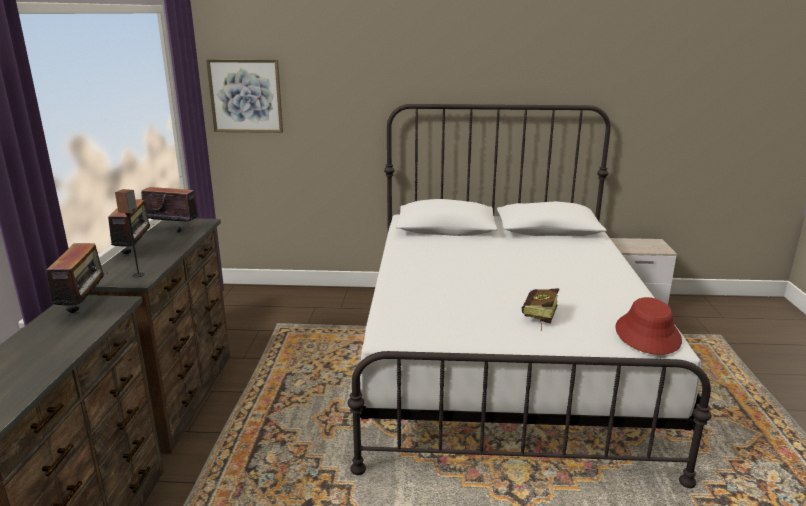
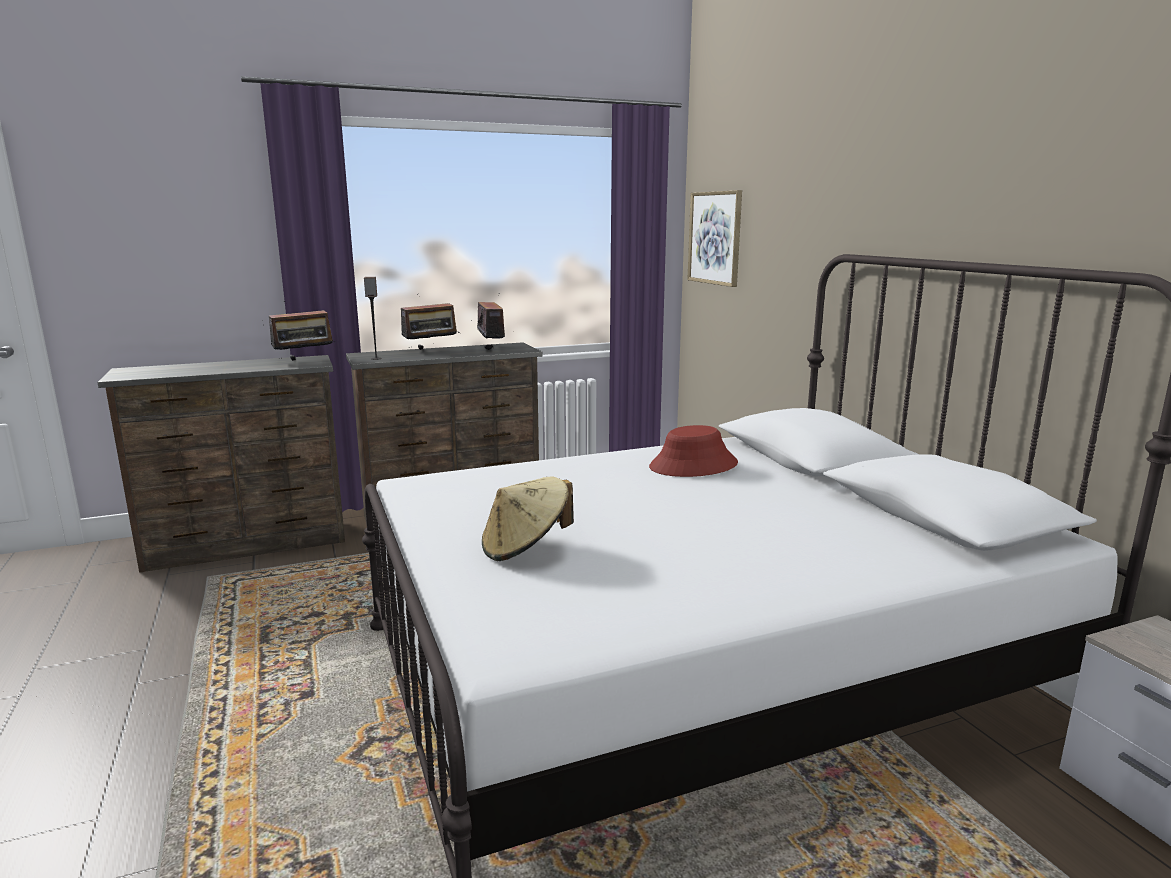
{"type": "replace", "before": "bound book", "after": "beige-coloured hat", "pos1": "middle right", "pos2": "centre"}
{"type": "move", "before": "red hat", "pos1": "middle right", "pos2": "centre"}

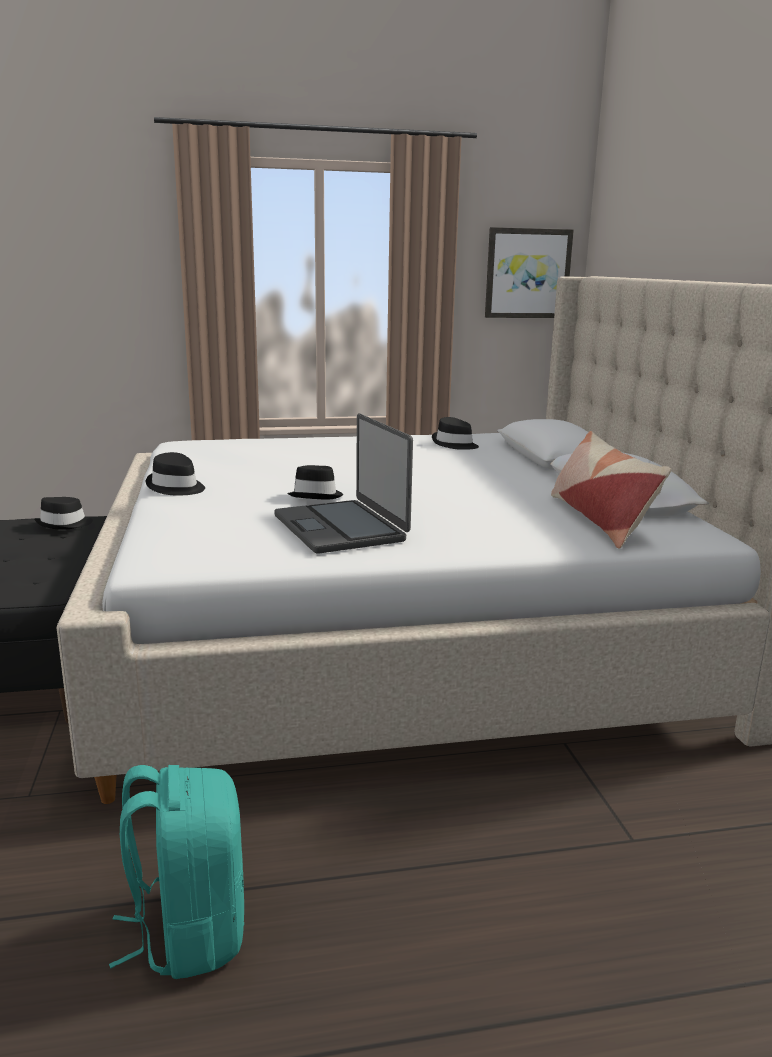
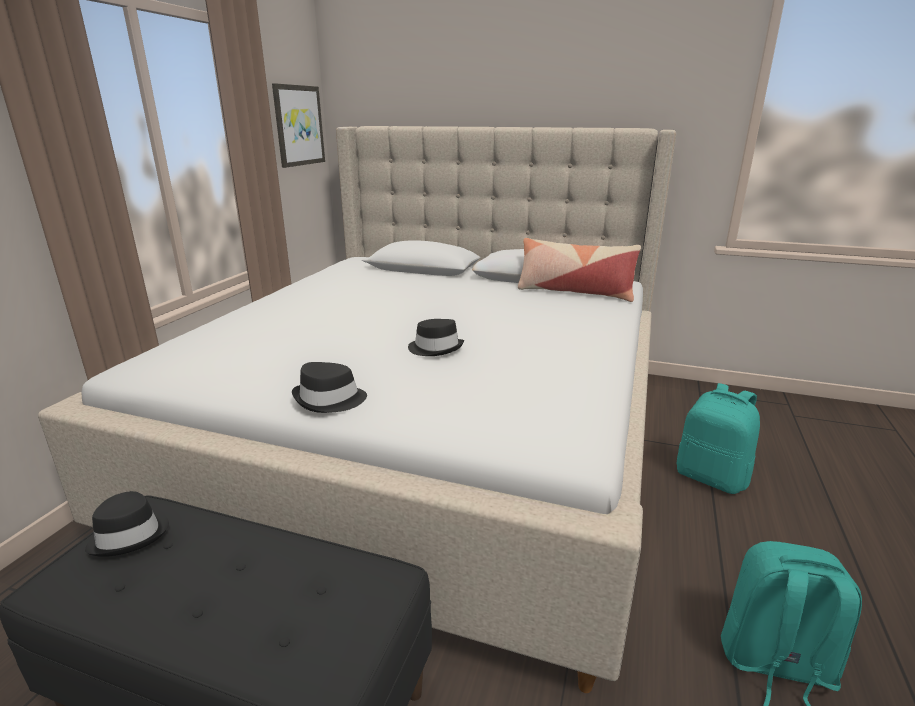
{"type": "delete", "before": "notebook computer", "pos1": "centre"}
{"type": "delete", "before": "black-coloured hat (4th from left)", "pos1": "centre"}
{"type": "insert", "after": "turquoise backpack (1st from left)", "pos2": "middle right"}

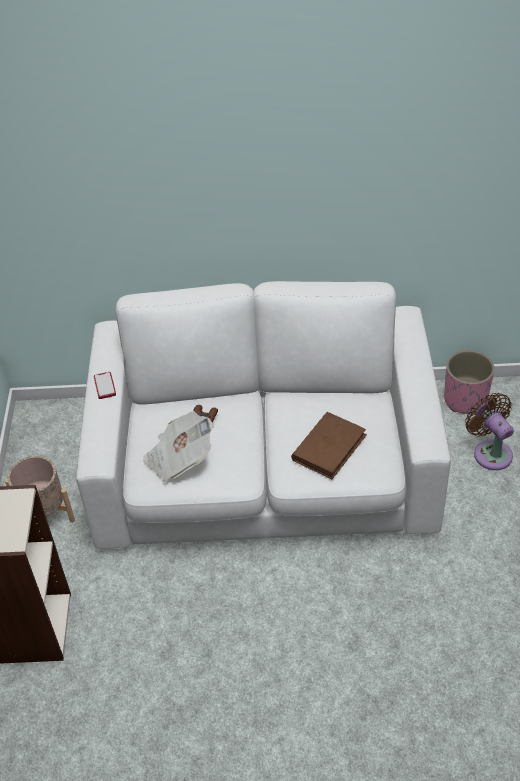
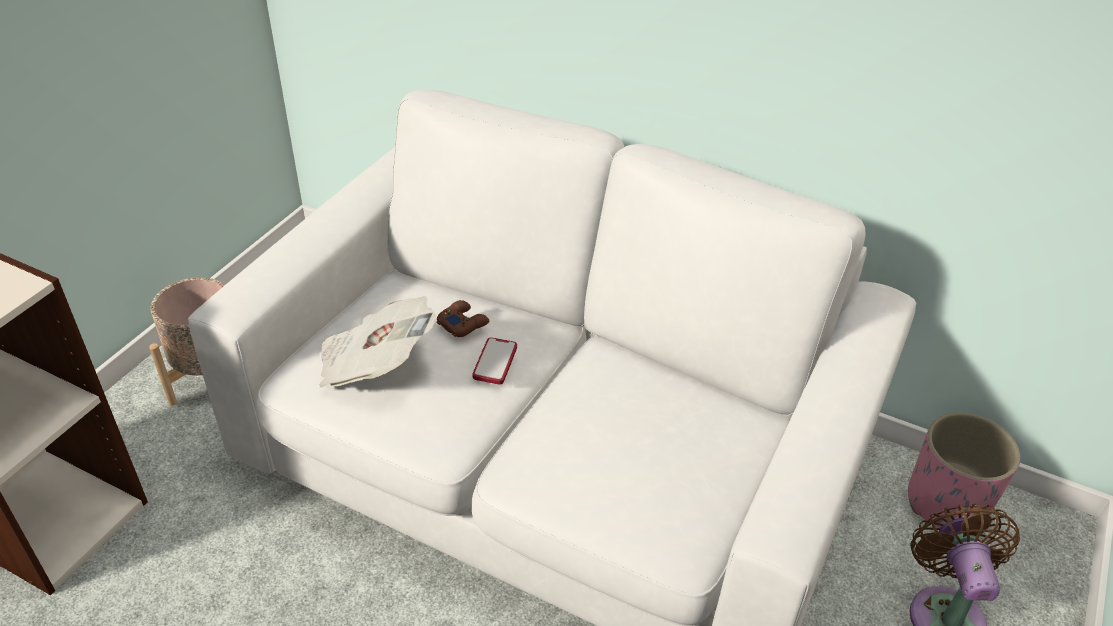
{"type": "move", "before": "handset", "pos1": "middle left", "pos2": "centre"}
{"type": "delete", "before": "brownish bound book", "pos1": "centre"}

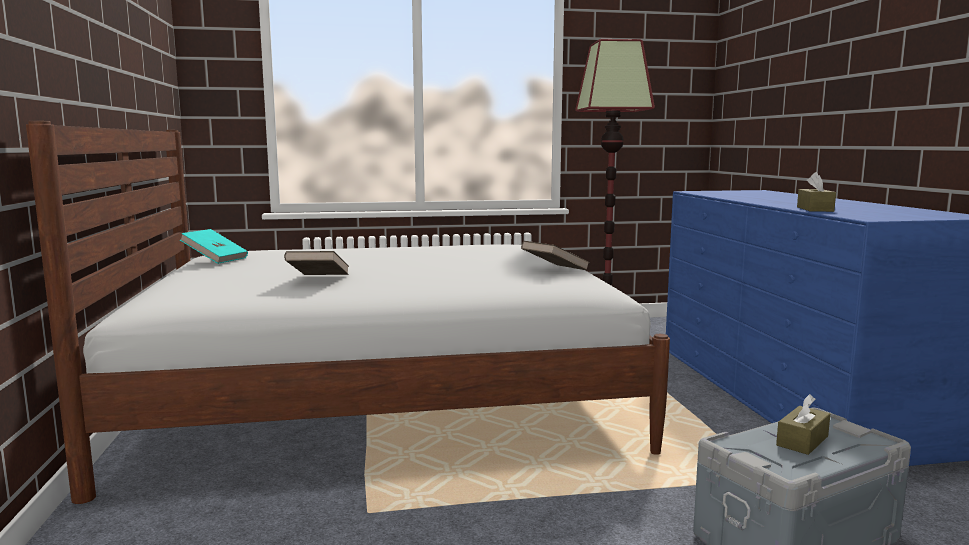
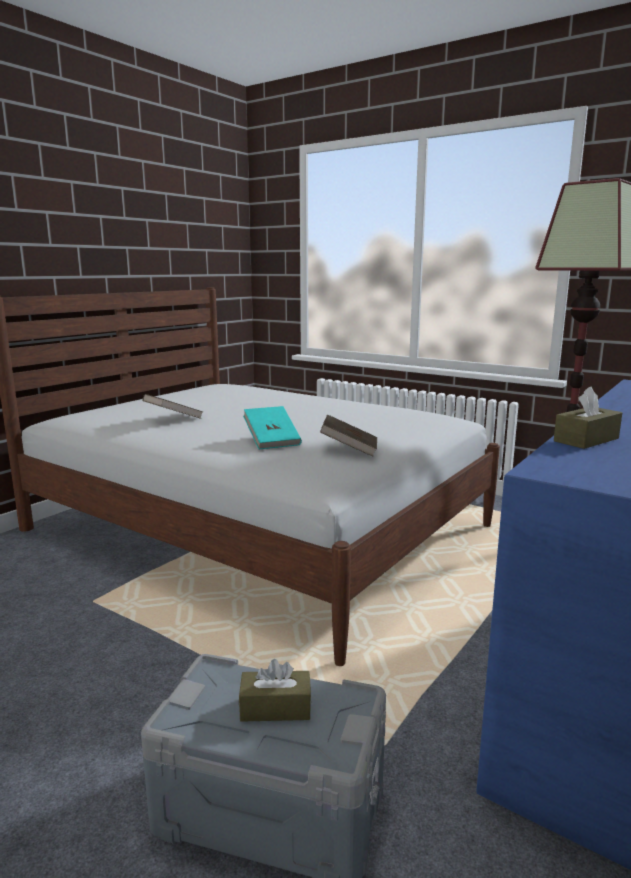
{"type": "move", "before": "turquoise bound book", "pos1": "middle left", "pos2": "centre"}

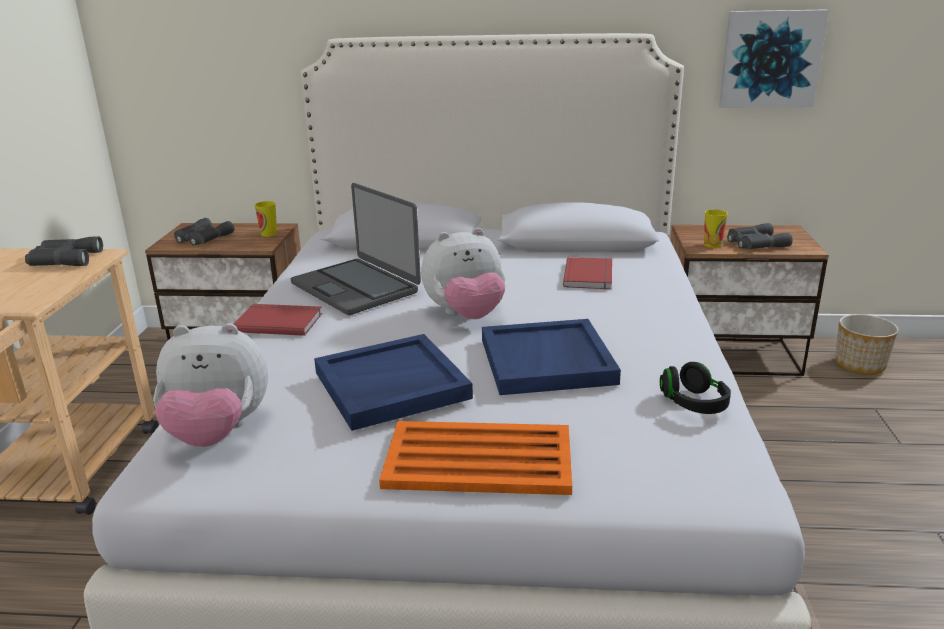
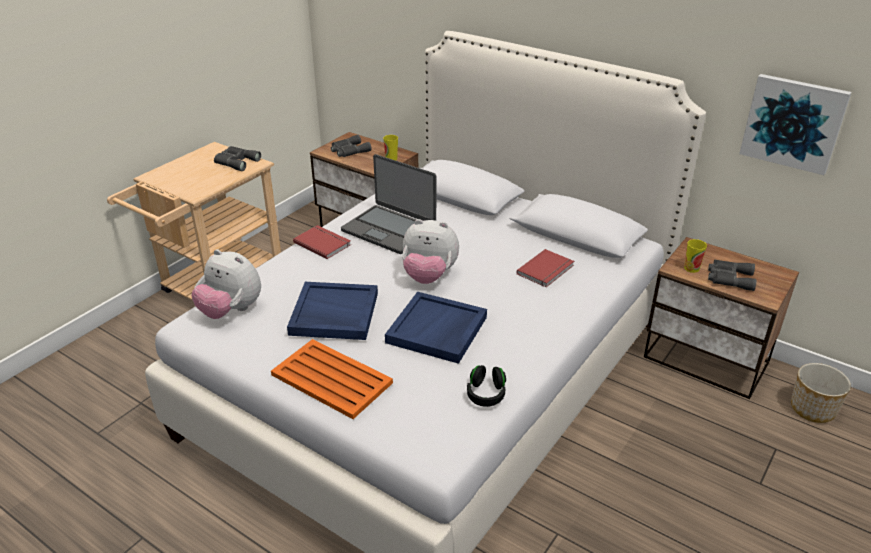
{"type": "rotate", "before": "notebook computer", "pos1": "centre", "pos2": "centre", "turn": -45}

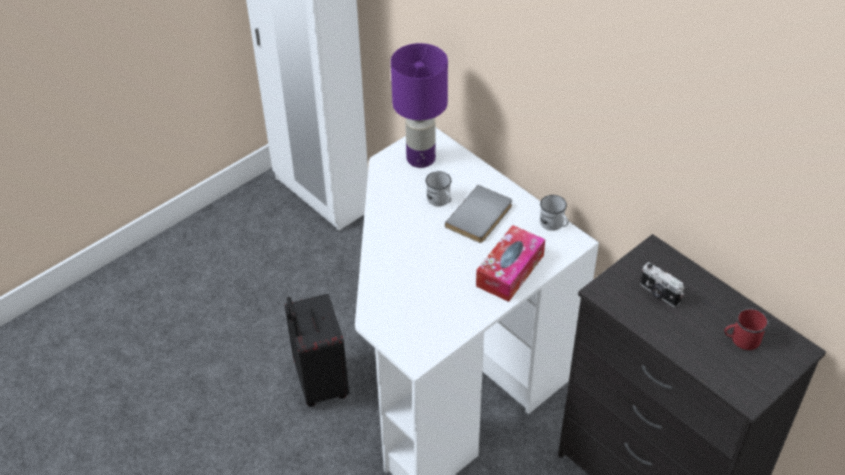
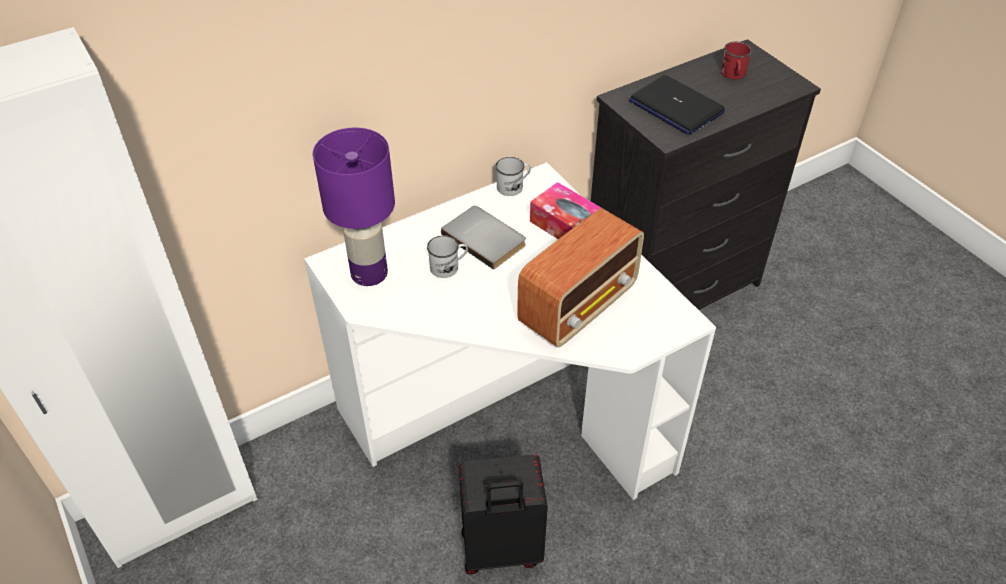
{"type": "replace", "before": "photo camera", "after": "notebook computer", "pos1": "middle right", "pos2": "top right"}
{"type": "insert", "after": "radio", "pos2": "centre"}

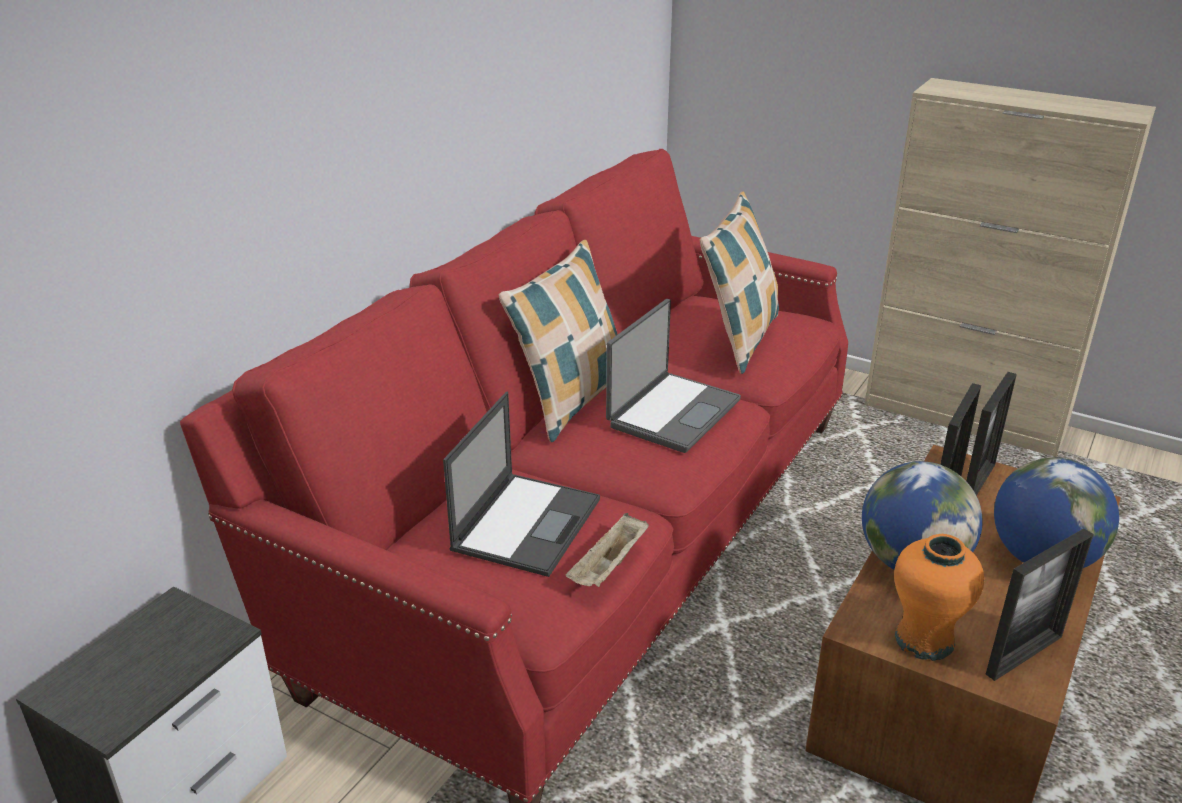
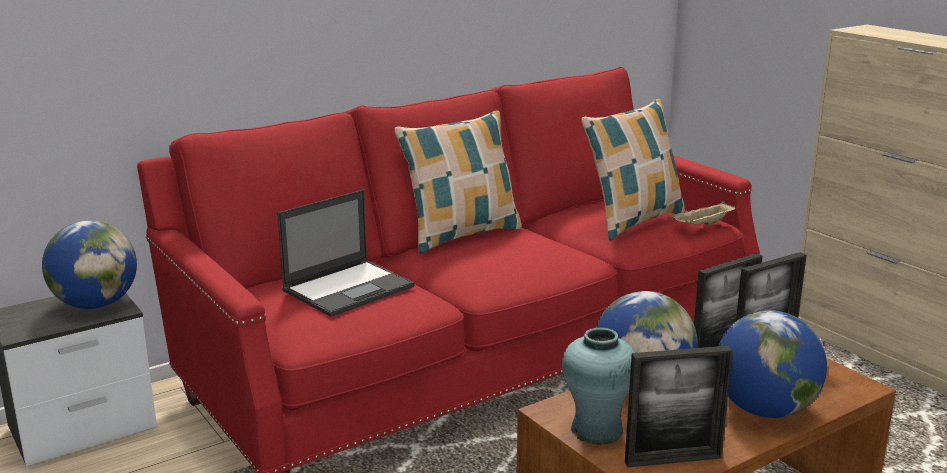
{"type": "delete", "before": "notebook computer (2nd from left)", "pos1": "centre"}
{"type": "move", "before": "beige-coloured tray", "pos1": "bottom centre", "pos2": "middle right"}
{"type": "recolor", "before": "orangey decorative vase", "after": "turquoise decorative vase", "pos1": "bottom right", "pos2": "bottom centre"}
{"type": "insert", "after": "world globe (1st from left)", "pos2": "middle left"}

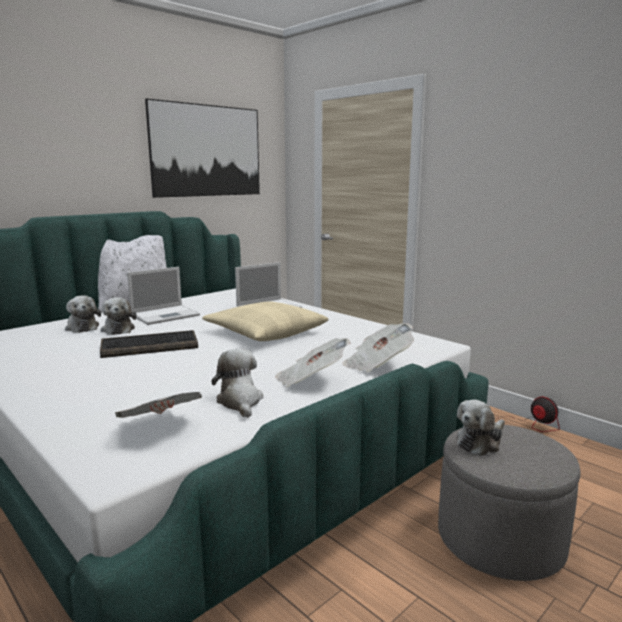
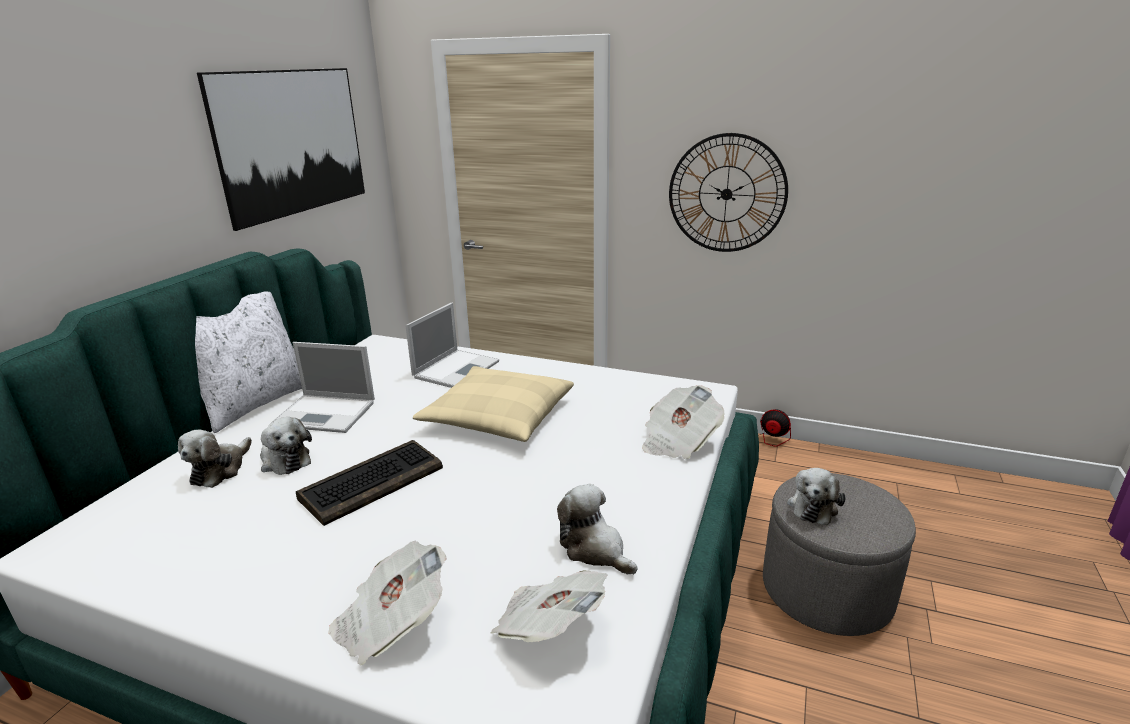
{"type": "rotate", "before": "notebook computer (1st from left)", "pos1": "middle left", "pos2": "middle left", "turn": 75}
{"type": "rotate", "before": "plush toy (1st from left)", "pos1": "middle left", "pos2": "middle left", "turn": 75}
{"type": "move", "before": "daily paper (2nd from left in the first image)", "after": "daily paper (1st from left)", "pos1": "centre", "pos2": "bottom centre"}
{"type": "insert", "after": "hanging clock", "pos2": "top centre"}

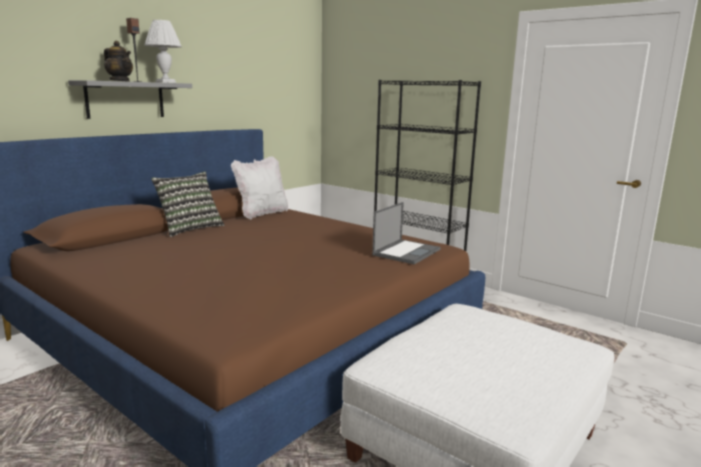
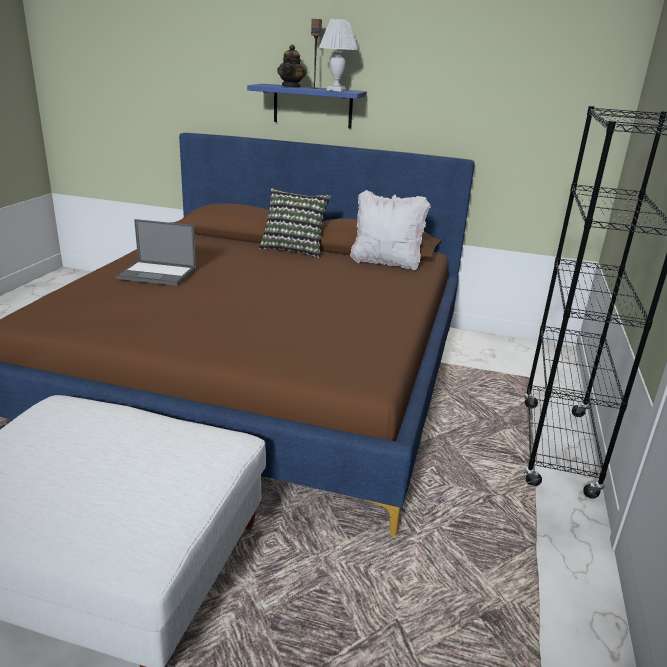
{"type": "recolor", "before": "grey wall shelf", "after": "bluish wall shelf", "pos1": "top left", "pos2": "top centre"}
{"type": "move", "before": "notebook computer", "pos1": "centre", "pos2": "middle left"}

